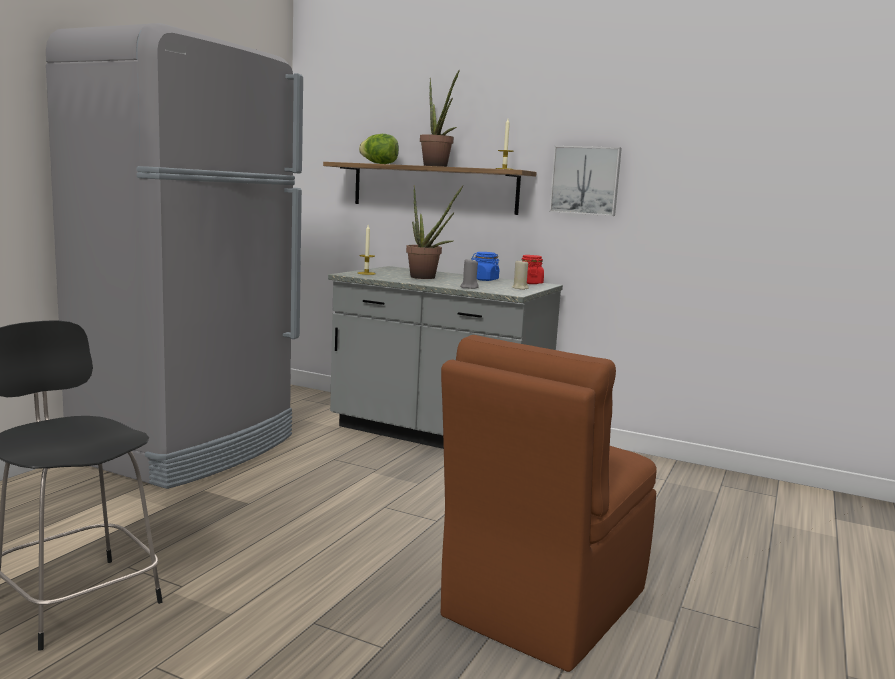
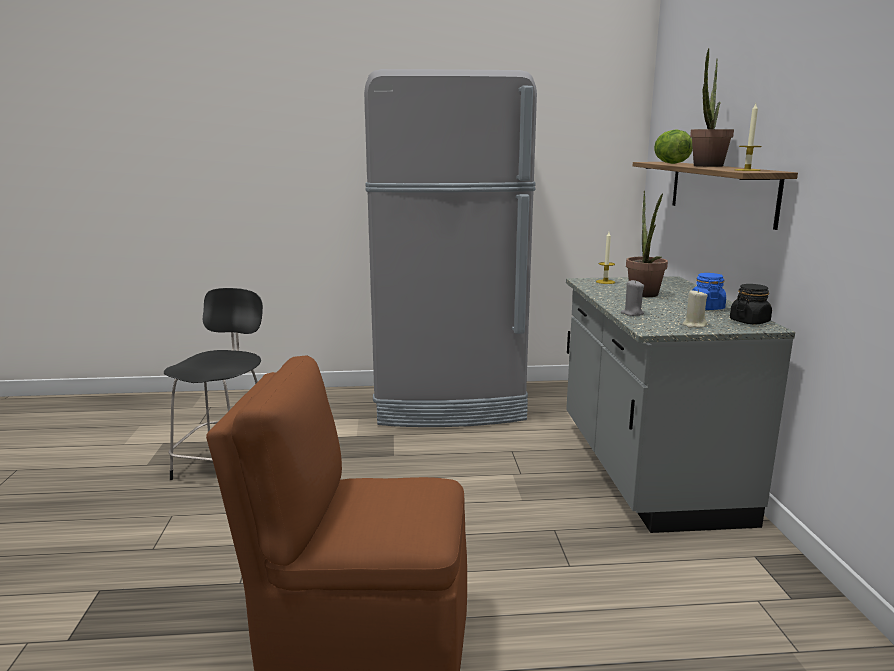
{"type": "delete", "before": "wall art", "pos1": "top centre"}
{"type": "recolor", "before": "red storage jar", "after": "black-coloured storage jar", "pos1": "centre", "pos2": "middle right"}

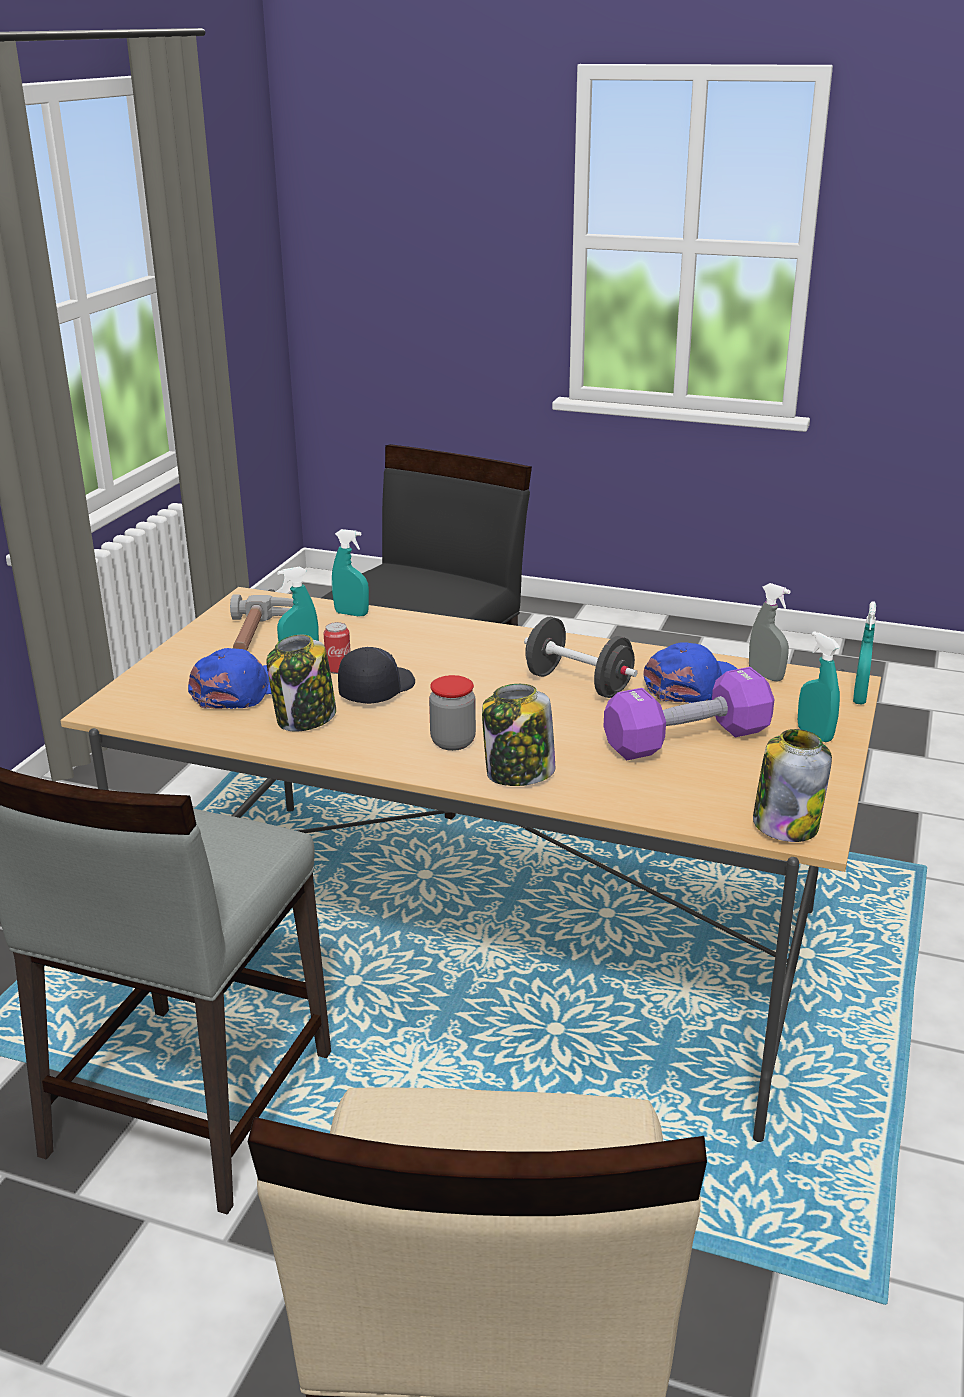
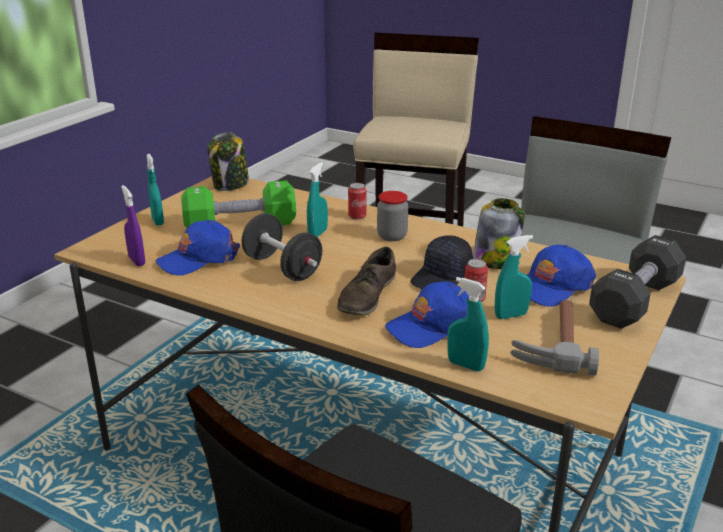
{"type": "recolor", "before": "grey spray bottle", "after": "purple spray bottle", "pos1": "middle right", "pos2": "middle left"}
{"type": "move", "before": "turquoise spray bottle (4th from left in the first image)", "after": "turquoise spray bottle (2nd from left)", "pos1": "middle right", "pos2": "centre"}
{"type": "recolor", "before": "purple free weight", "after": "greenish free weight", "pos1": "middle right", "pos2": "middle left"}
{"type": "replace", "before": "storage jar (3rd from left)", "after": "can (1st from left)", "pos1": "centre", "pos2": "centre"}
{"type": "insert", "after": "black-coloured free weight (2nd from left)", "pos2": "middle right"}
{"type": "insert", "after": "brownish low shoe", "pos2": "centre"}
{"type": "insert", "after": "bluish cap (2nd from left)", "pos2": "centre"}

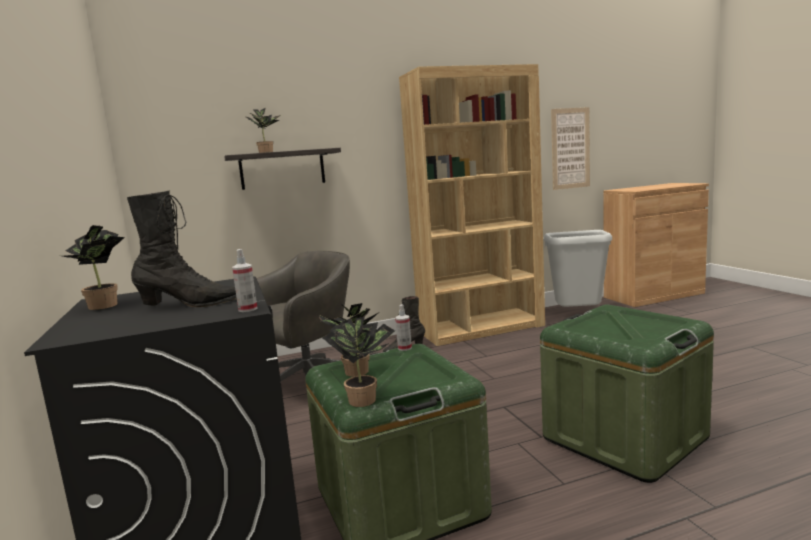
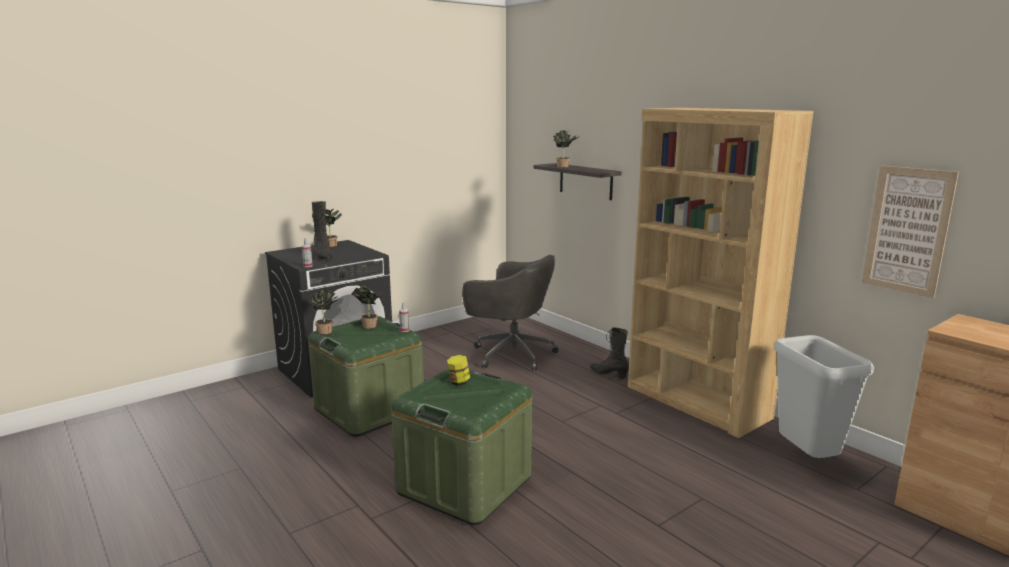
{"type": "insert", "after": "storage jar", "pos2": "centre"}

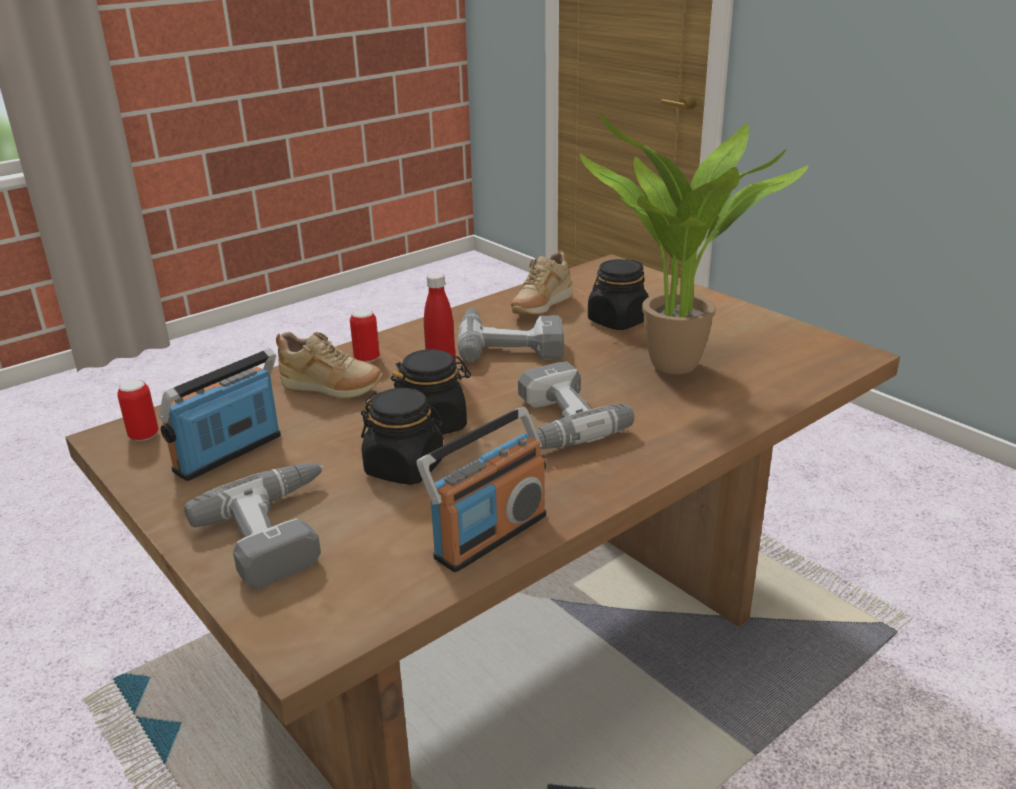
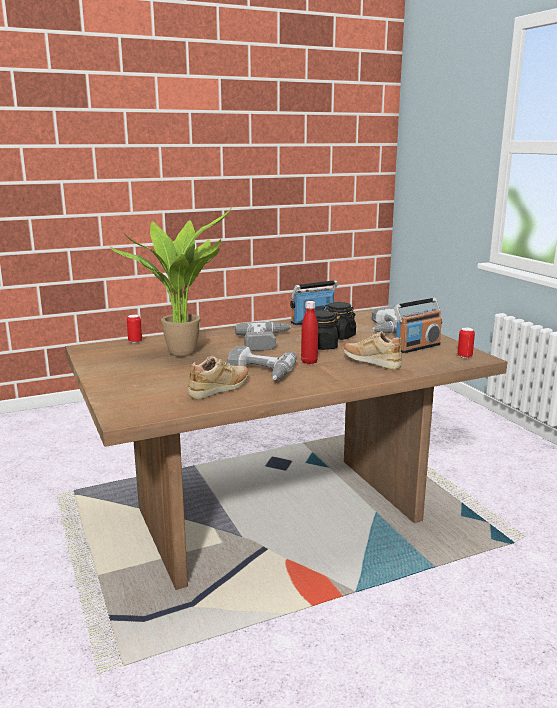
{"type": "delete", "before": "black-coloured storage jar (3rd from left)", "pos1": "centre"}
{"type": "move", "before": "can (2nd from left in the first image)", "after": "can (1st from left)", "pos1": "centre", "pos2": "middle left"}

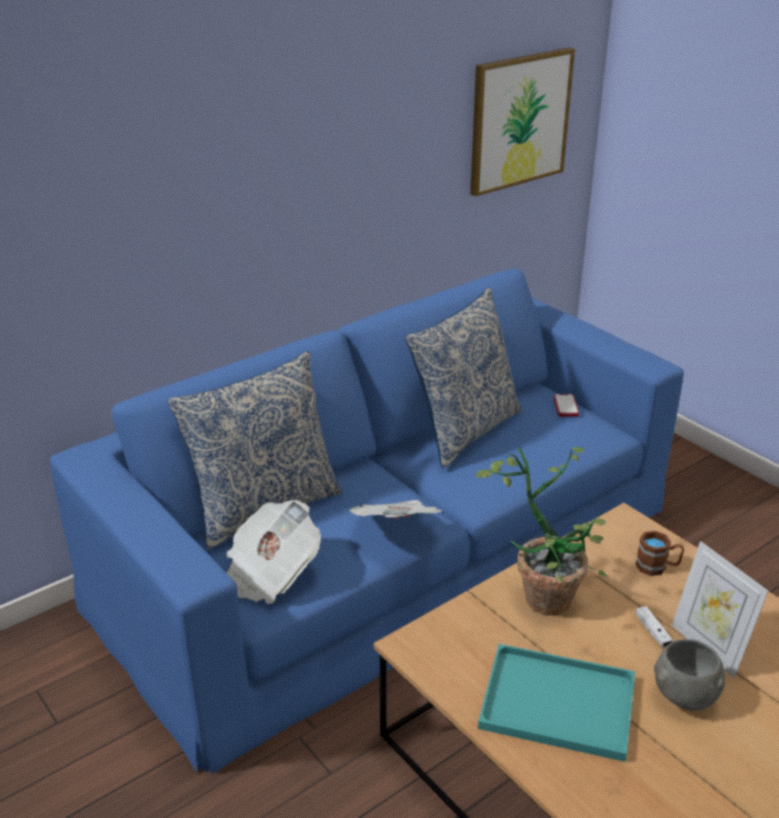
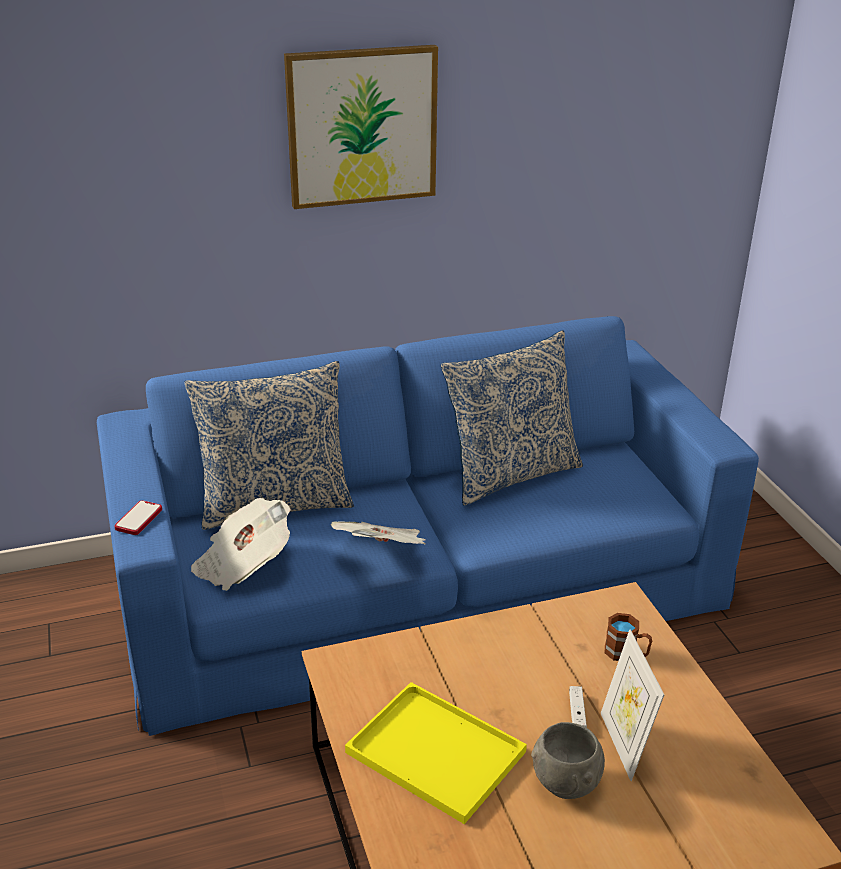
{"type": "move", "before": "wall art", "pos1": "top right", "pos2": "top centre"}
{"type": "move", "before": "handset", "pos1": "middle right", "pos2": "middle left"}
{"type": "delete", "before": "houseplant", "pos1": "middle right"}
{"type": "recolor", "before": "turquoise tray", "after": "yellowish tray", "pos1": "bottom right", "pos2": "bottom centre"}

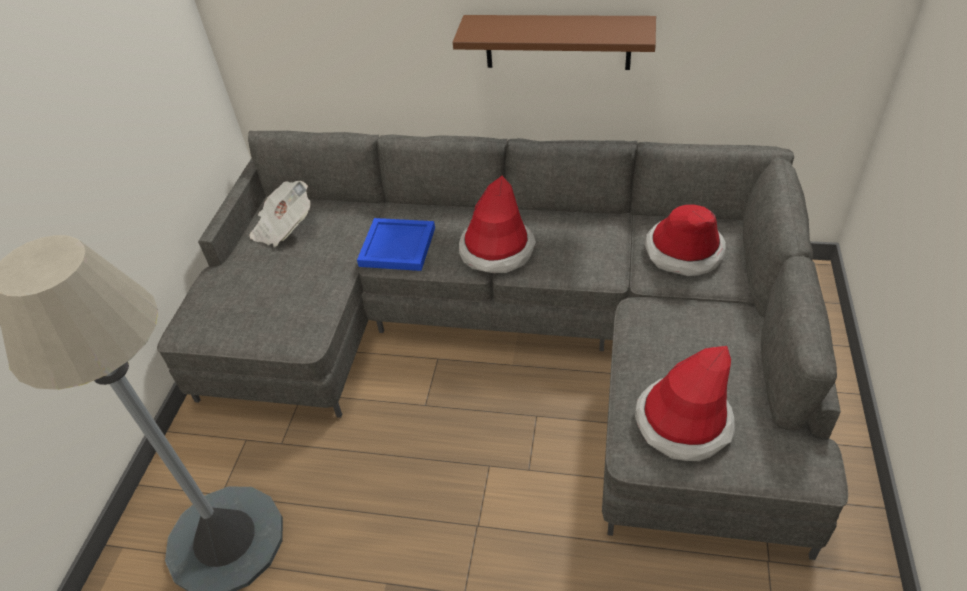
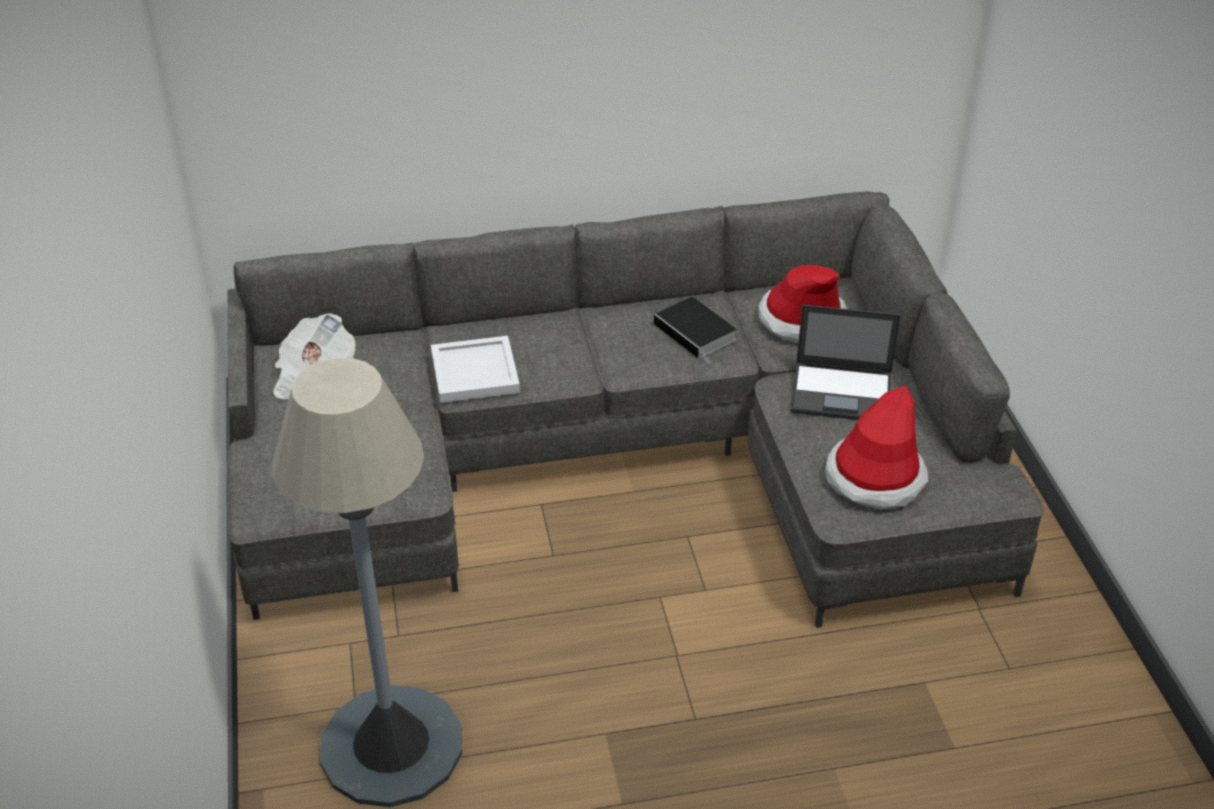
{"type": "delete", "before": "brownish wall shelf", "pos1": "top centre"}
{"type": "delete", "before": "hat (1st from left)", "pos1": "centre"}
{"type": "recolor", "before": "bluish tray", "after": "whitish tray", "pos1": "centre", "pos2": "centre"}
{"type": "insert", "after": "bound book", "pos2": "centre"}
{"type": "insert", "after": "notebook computer", "pos2": "middle right"}

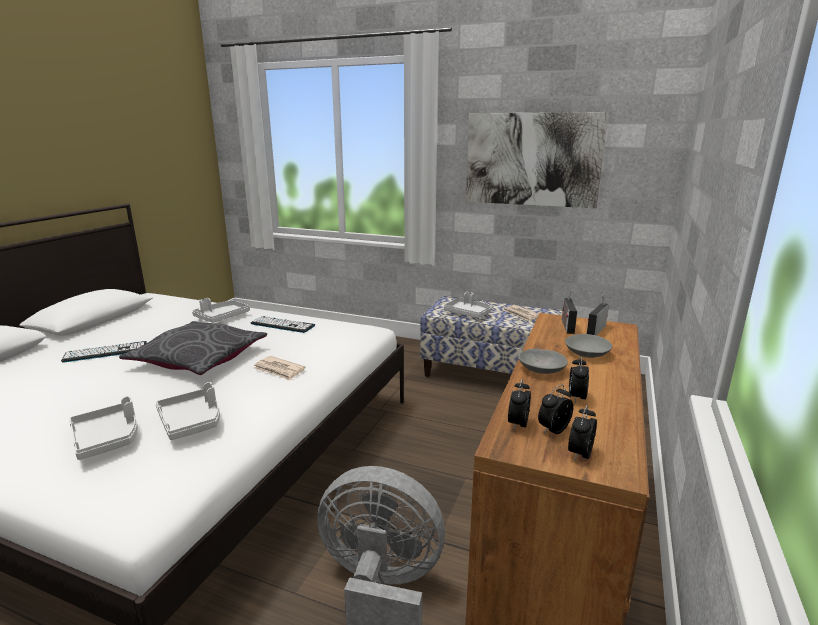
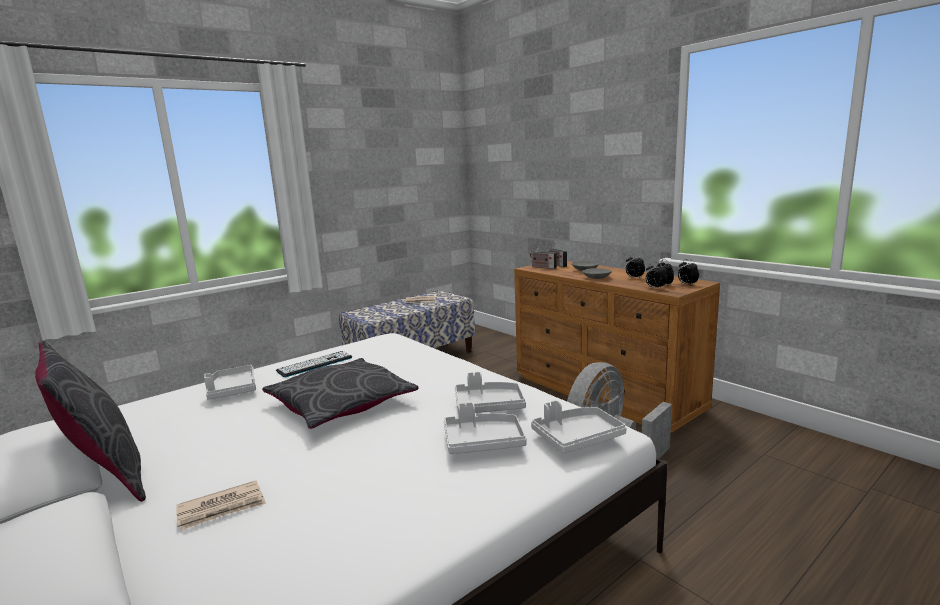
{"type": "delete", "before": "wall art", "pos1": "top centre"}
{"type": "move", "before": "grey tray (4th from left)", "pos1": "centre", "pos2": "bottom centre"}
{"type": "delete", "before": "PC keyboard (1st from left)", "pos1": "middle left"}
{"type": "move", "before": "daily paper (1st from left)", "pos1": "centre", "pos2": "bottom left"}
{"type": "insert", "after": "grey pillow (1st from left)", "pos2": "bottom left"}

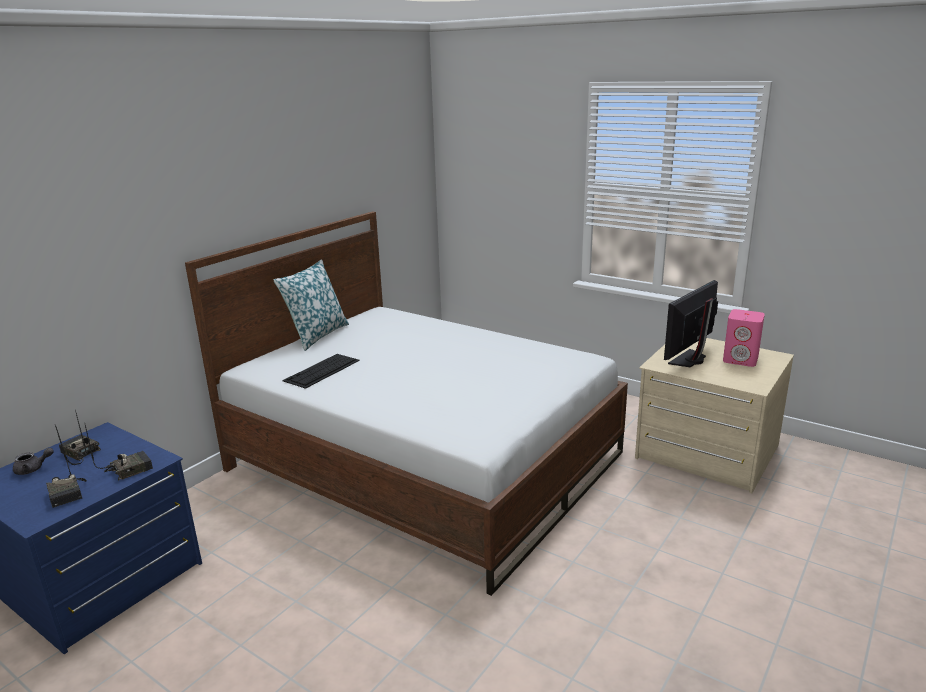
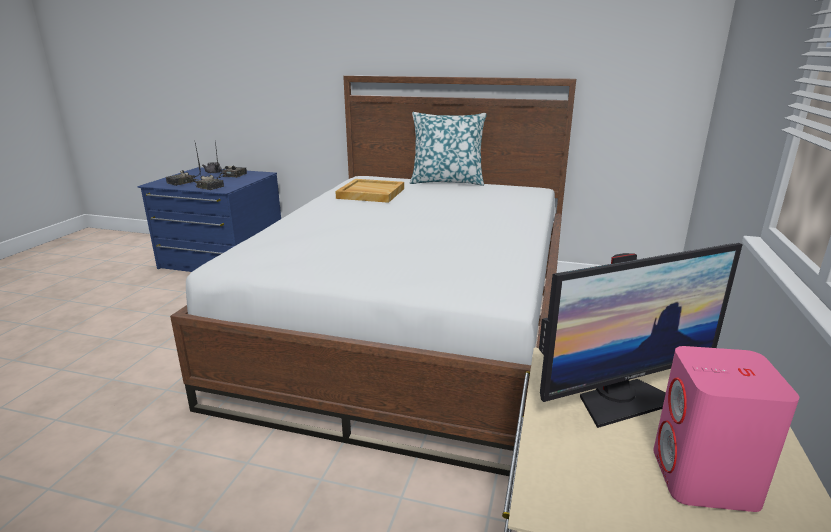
{"type": "rotate", "before": "monitor", "pos1": "middle right", "pos2": "middle right", "turn": 135}
{"type": "replace", "before": "PC keyboard", "after": "beige-coloured tray", "pos1": "centre", "pos2": "centre"}

